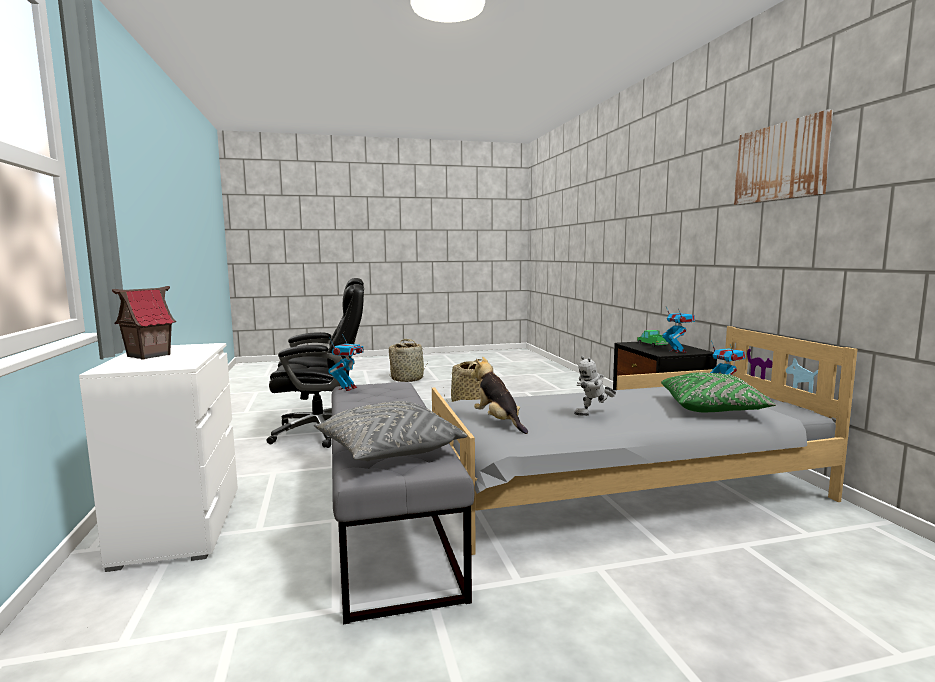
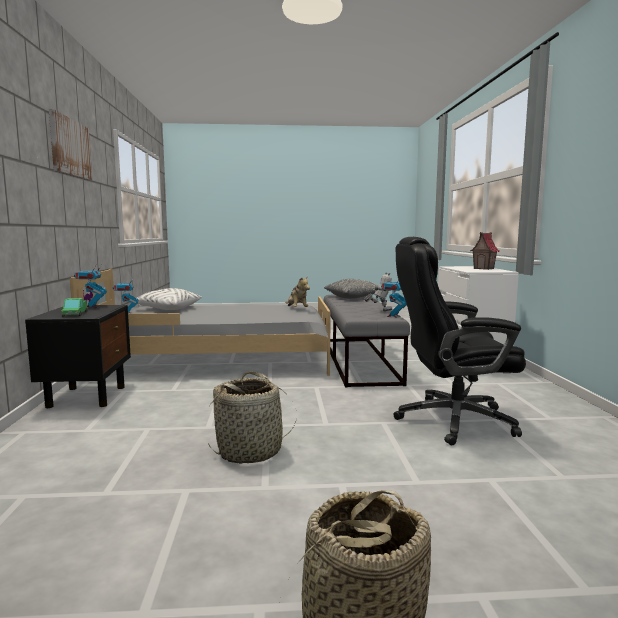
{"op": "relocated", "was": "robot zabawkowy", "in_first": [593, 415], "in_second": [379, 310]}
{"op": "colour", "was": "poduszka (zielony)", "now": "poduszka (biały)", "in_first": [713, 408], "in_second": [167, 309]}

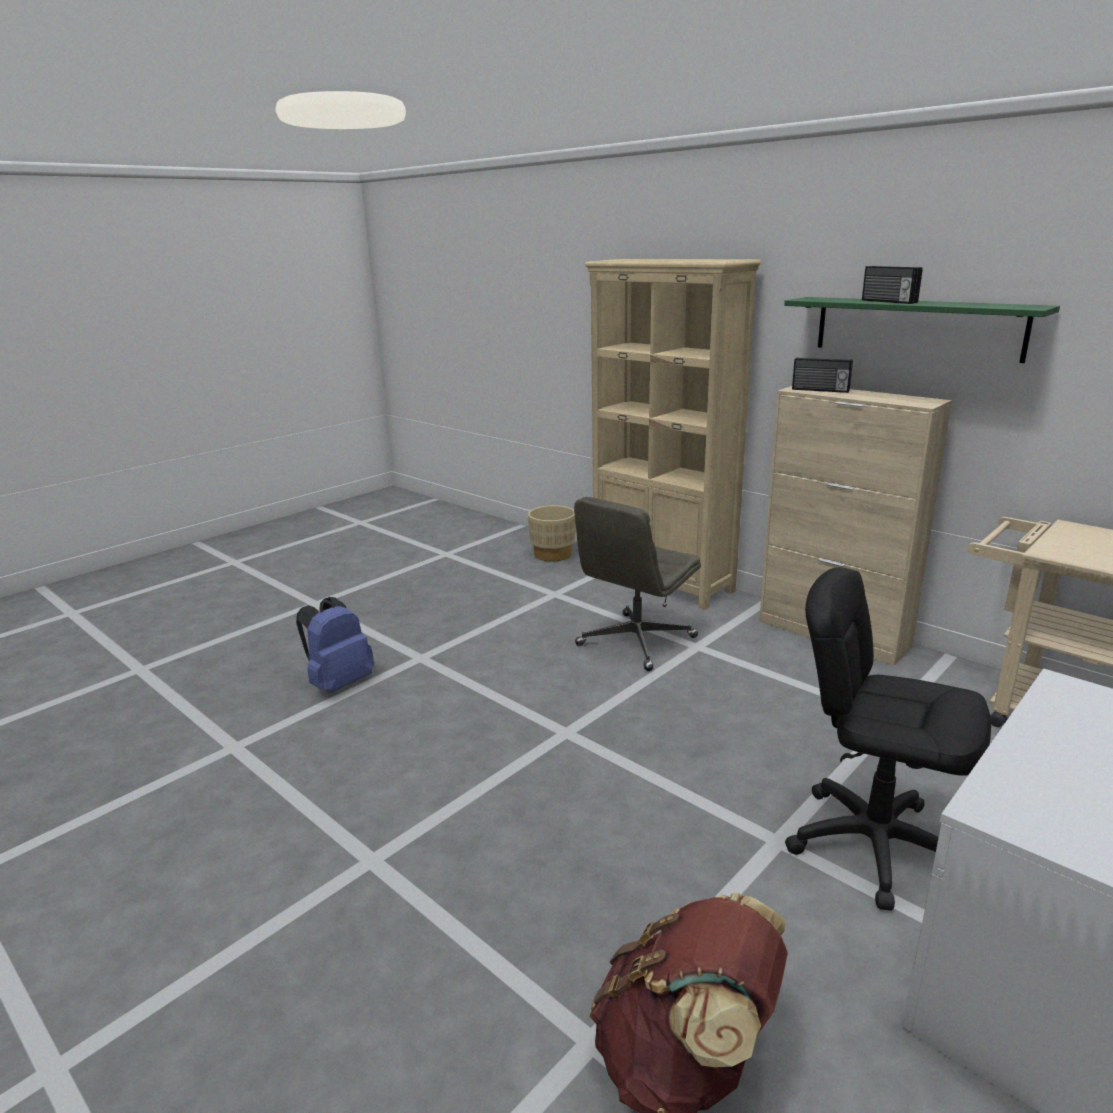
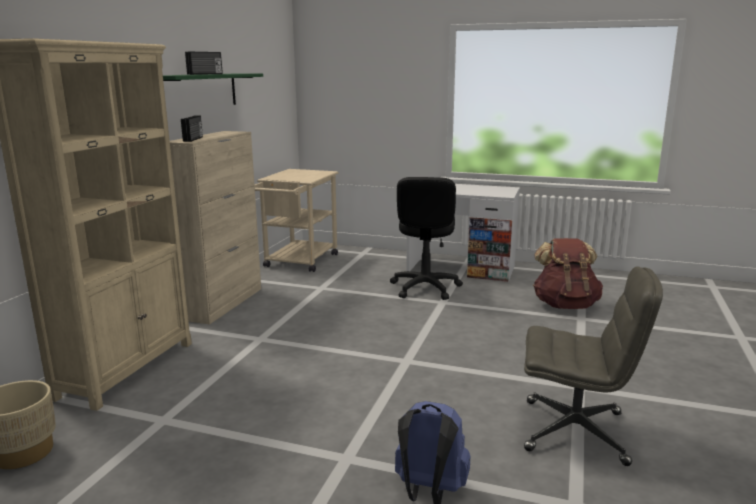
{"op": "relocated", "was": "krzesło biurowe (szary)", "in_first": [636, 642], "in_second": [576, 431]}

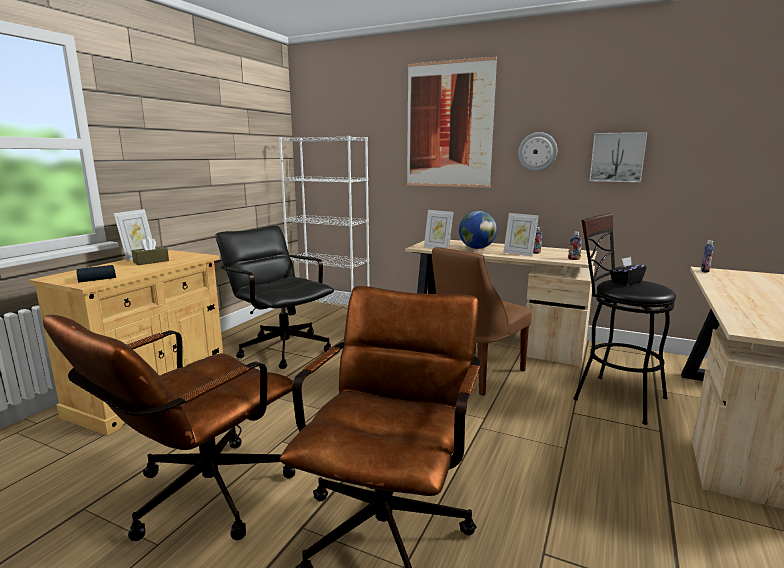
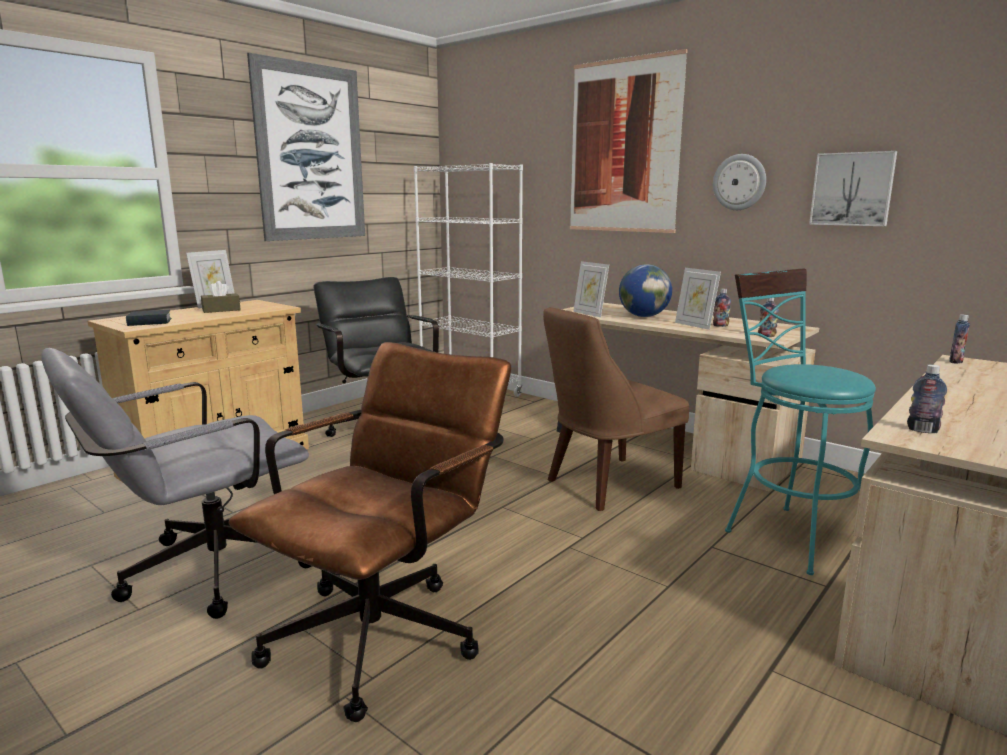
{"op": "colour", "was": "krzesło biurowe (brązowy)", "now": "krzesło biurowe (szary)", "in_first": [198, 499], "in_second": [200, 574]}
{"op": "colour", "was": "stołek (czarny)", "now": "stołek (turkusowy)", "in_first": [611, 396], "in_second": [786, 533]}
{"op": "missing", "was": "pudełko chusteczek (czarny)", "in_first": [626, 282]}
{"op": "appeared", "now": "obraz", "in_second": [310, 153]}
{"op": "appeared", "now": "butelka", "in_second": [922, 430]}

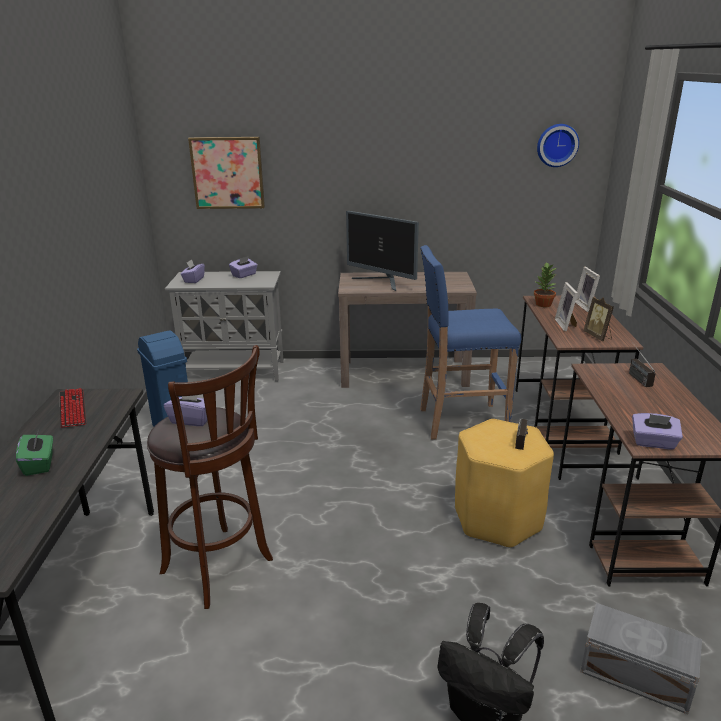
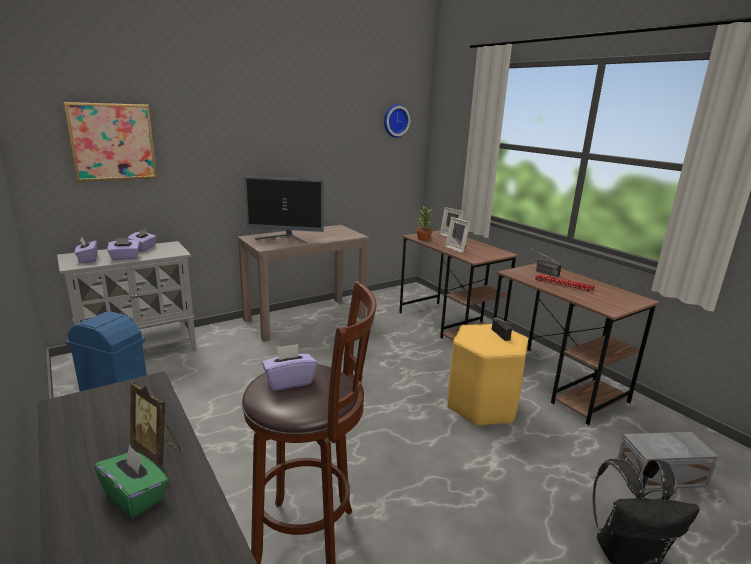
{"op": "relocated", "was": "klawiatura", "in_first": [72, 409], "in_second": [563, 284]}
{"op": "missing", "was": "stołek (niebieski)", "in_first": [460, 421]}
{"op": "relocated", "was": "ramka na zdjęcie", "in_first": [598, 336], "in_second": [157, 450]}
{"op": "relocated", "was": "pudełko chusteczek (fioletowy)", "in_first": [653, 443], "in_second": [125, 257]}

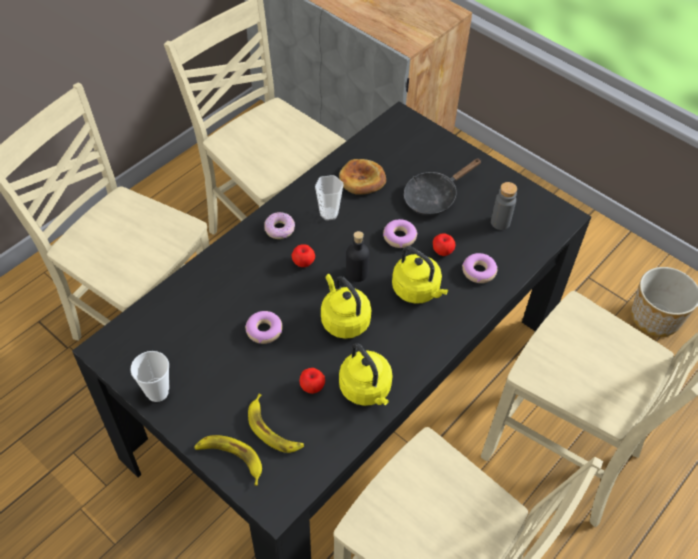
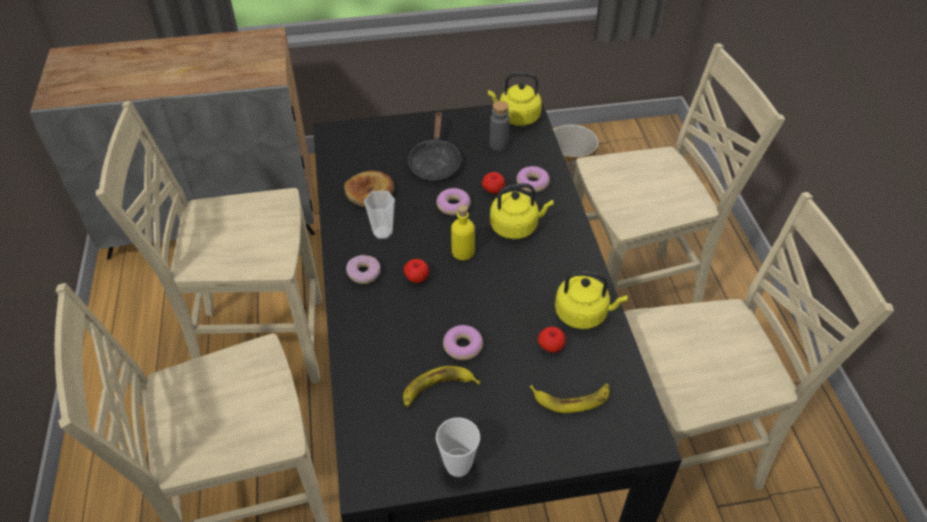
{"op": "relocated", "was": "banan", "in_first": [230, 459], "in_second": [437, 389]}
{"op": "relocated", "was": "czajnik (żółty)", "in_first": [343, 320], "in_second": [516, 117]}
{"op": "colour", "was": "butelka (czarny)", "now": "butelka (żółty)", "in_first": [357, 273], "in_second": [463, 252]}

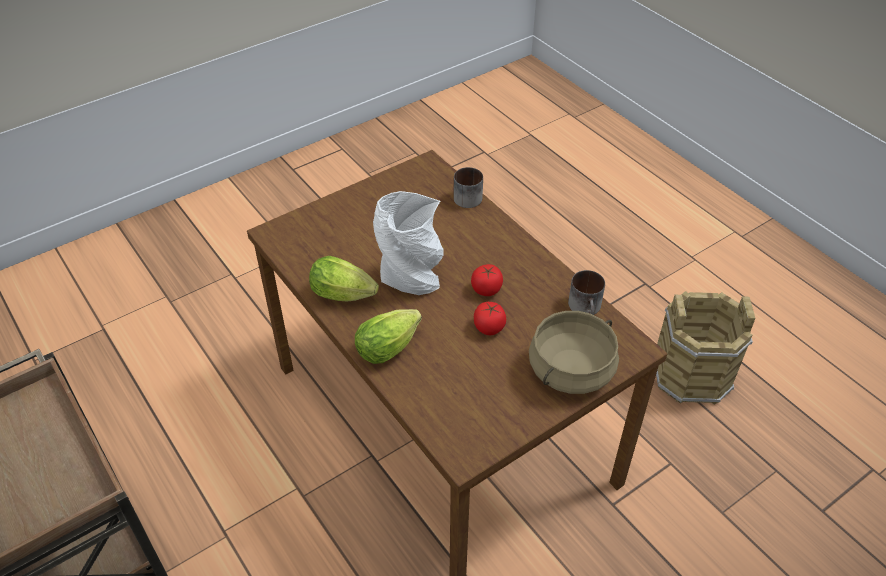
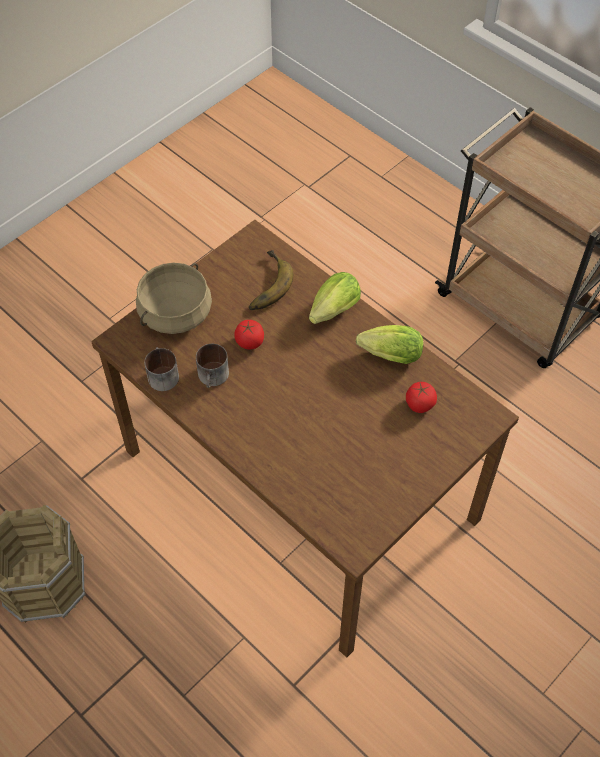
{"op": "missing", "was": "wazon (biały)", "in_first": [412, 279]}
{"op": "relocated", "was": "kubek", "in_first": [467, 196], "in_second": [214, 377]}
{"op": "relocated", "was": "pomidor", "in_first": [486, 289], "in_second": [419, 404]}
{"op": "appeared", "now": "banan", "in_second": [264, 284]}

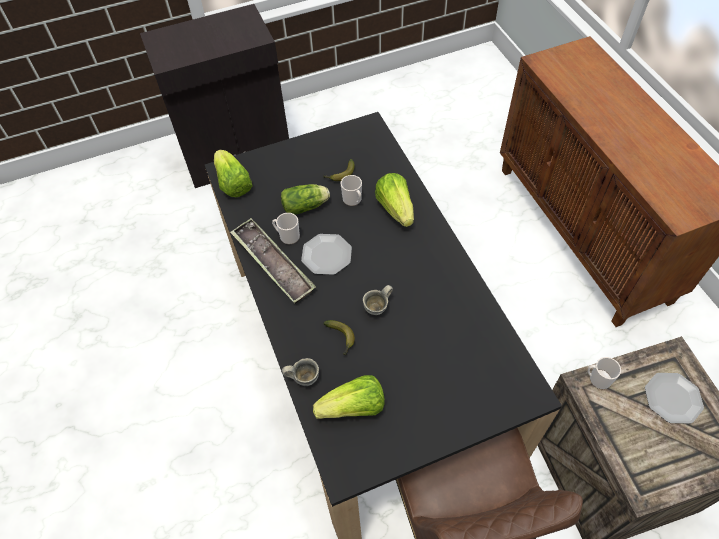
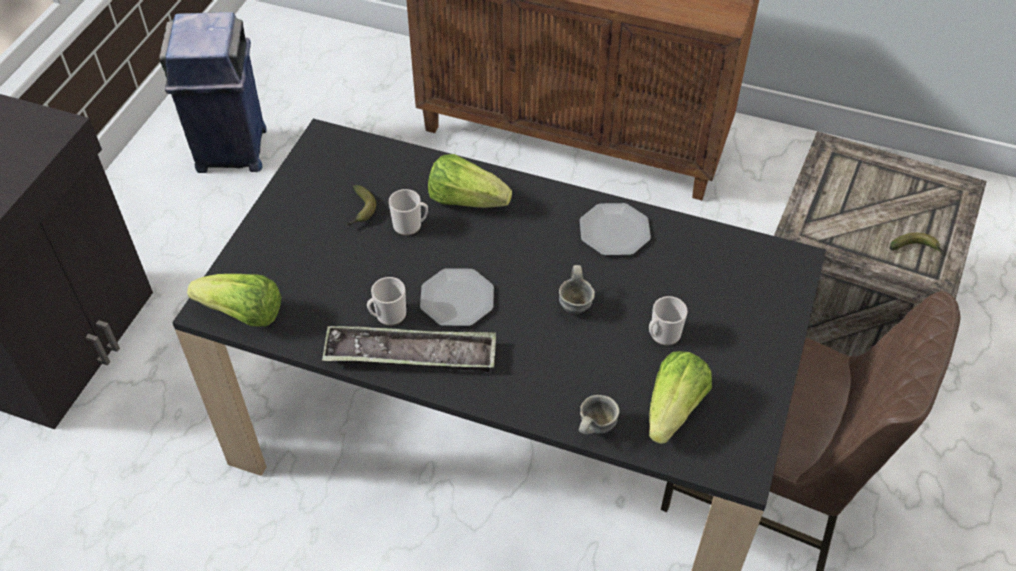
{"op": "missing", "was": "sałata", "in_first": [307, 206]}
{"op": "relocated", "was": "banan", "in_first": [341, 338], "in_second": [917, 249]}
{"op": "relocated", "was": "kubek", "in_first": [597, 379], "in_second": [662, 335]}
{"op": "relocated", "was": "talerz", "in_first": [672, 398], "in_second": [613, 231]}
{"op": "appeared", "now": "kosz na śmieci (niebieski)", "in_second": [231, 151]}

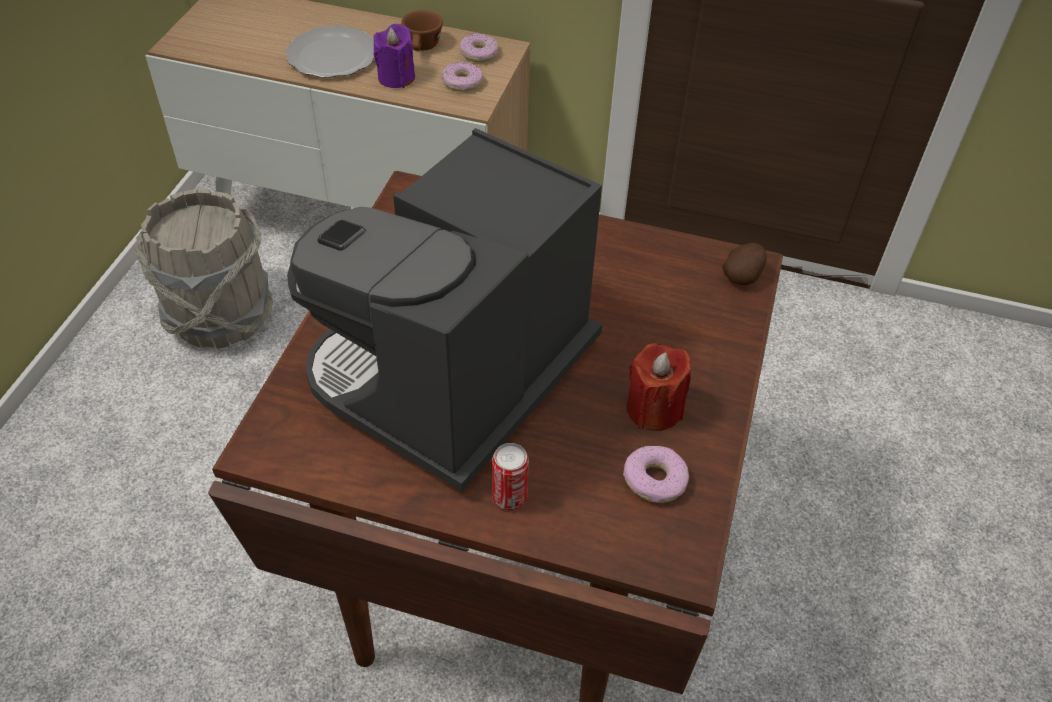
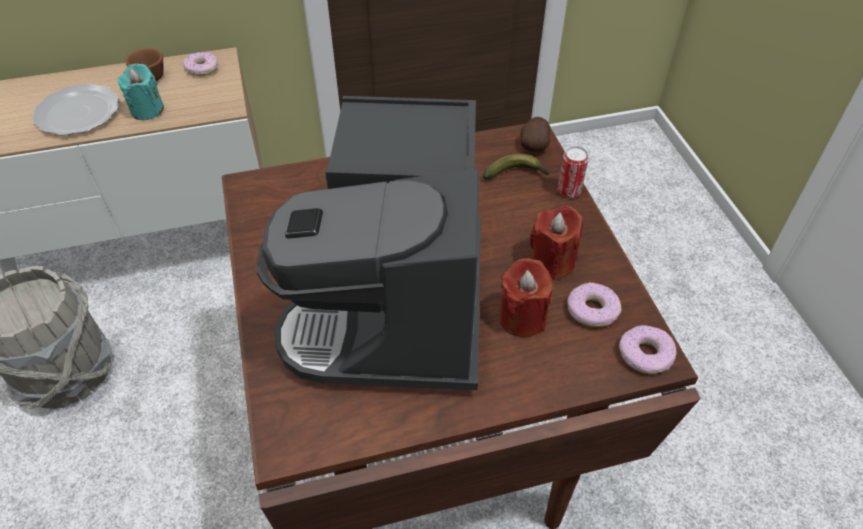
{"op": "colour", "was": "świeca (fioletowy)", "now": "świeca (turkusowy)", "in_first": [396, 77], "in_second": [147, 110]}
{"op": "relocated", "was": "donut", "in_first": [462, 83], "in_second": [645, 355]}
{"op": "relocated", "was": "puszka", "in_first": [509, 497], "in_second": [569, 191]}
{"op": "appeared", "now": "banan", "in_second": [516, 174]}
{"op": "appeared", "now": "świeca (czerwony)", "in_second": [522, 317]}

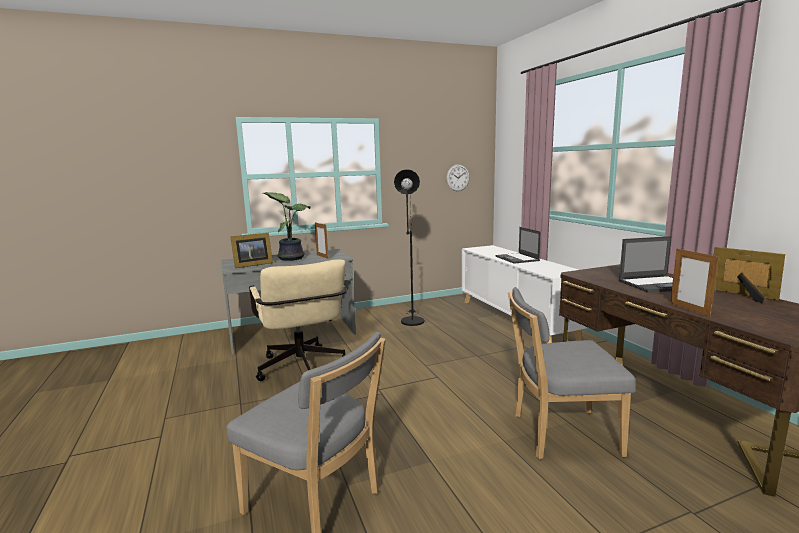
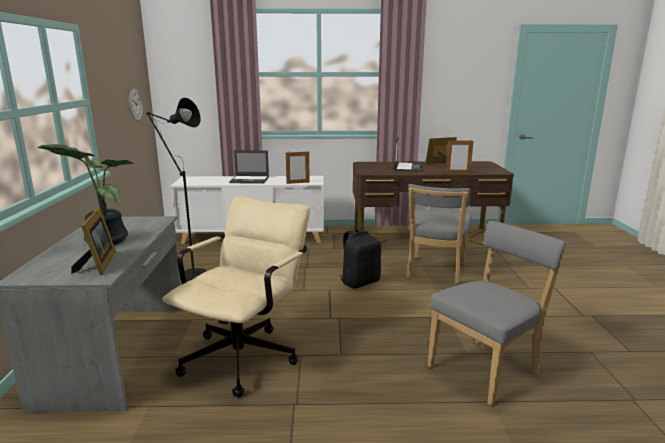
{"op": "spun", "was": "krzesło biurowe (beżowy)", "in_first": [303, 370], "in_second": [246, 354], "clockwise": -60}
{"op": "relocated", "was": "ramka na zdjęcie", "in_first": [322, 256], "in_second": [298, 183]}
{"op": "appeared", "now": "plecak (czarny)", "in_second": [360, 282]}

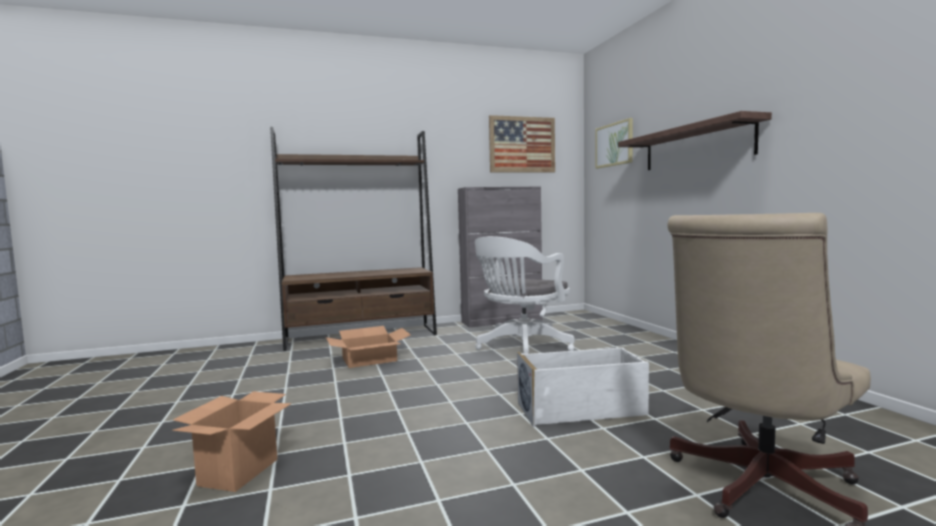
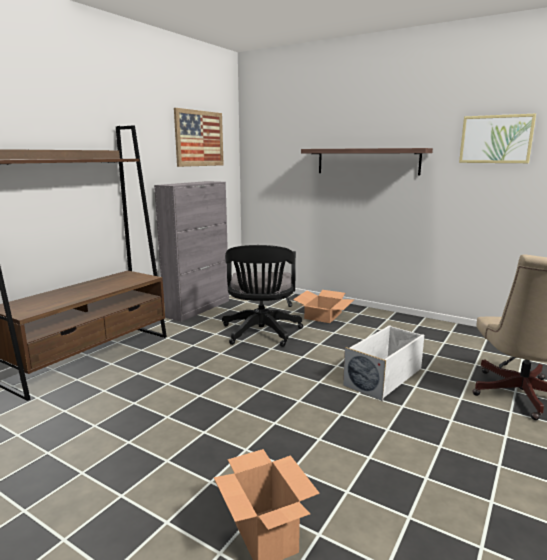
{"op": "relocated", "was": "karton", "in_first": [369, 359], "in_second": [323, 315]}
{"op": "colour", "was": "krzesło biurowe (biały)", "now": "krzesło biurowe (czarny)", "in_first": [521, 348], "in_second": [261, 334]}
{"op": "relocated", "was": "obraz", "in_first": [614, 144], "in_second": [496, 139]}

